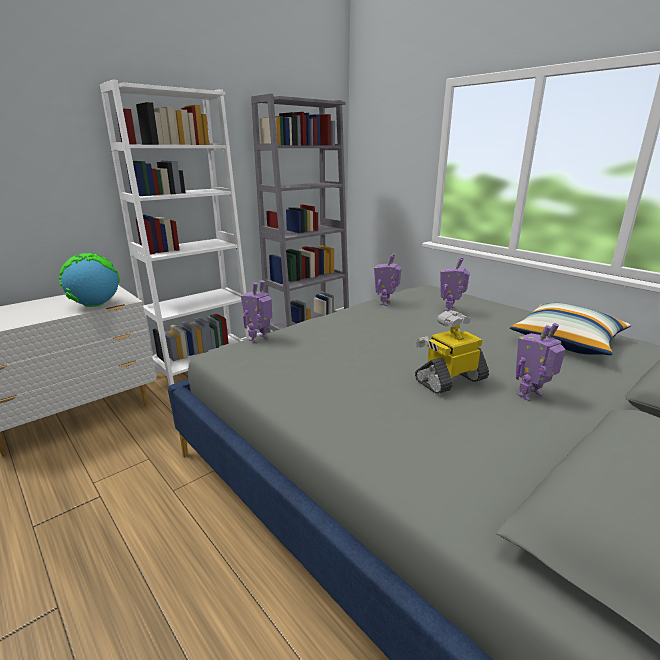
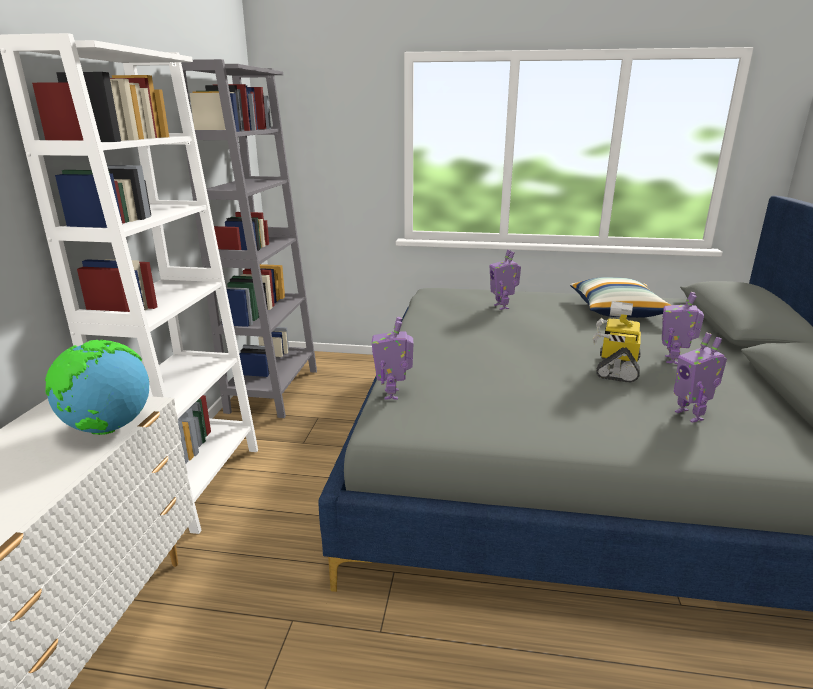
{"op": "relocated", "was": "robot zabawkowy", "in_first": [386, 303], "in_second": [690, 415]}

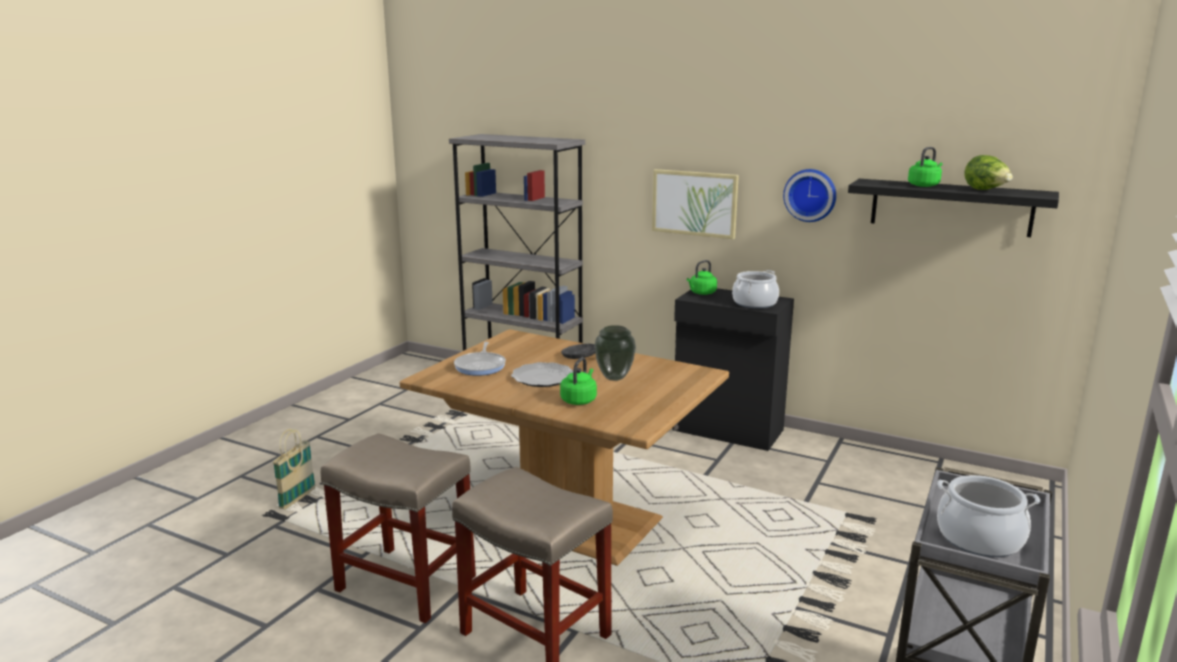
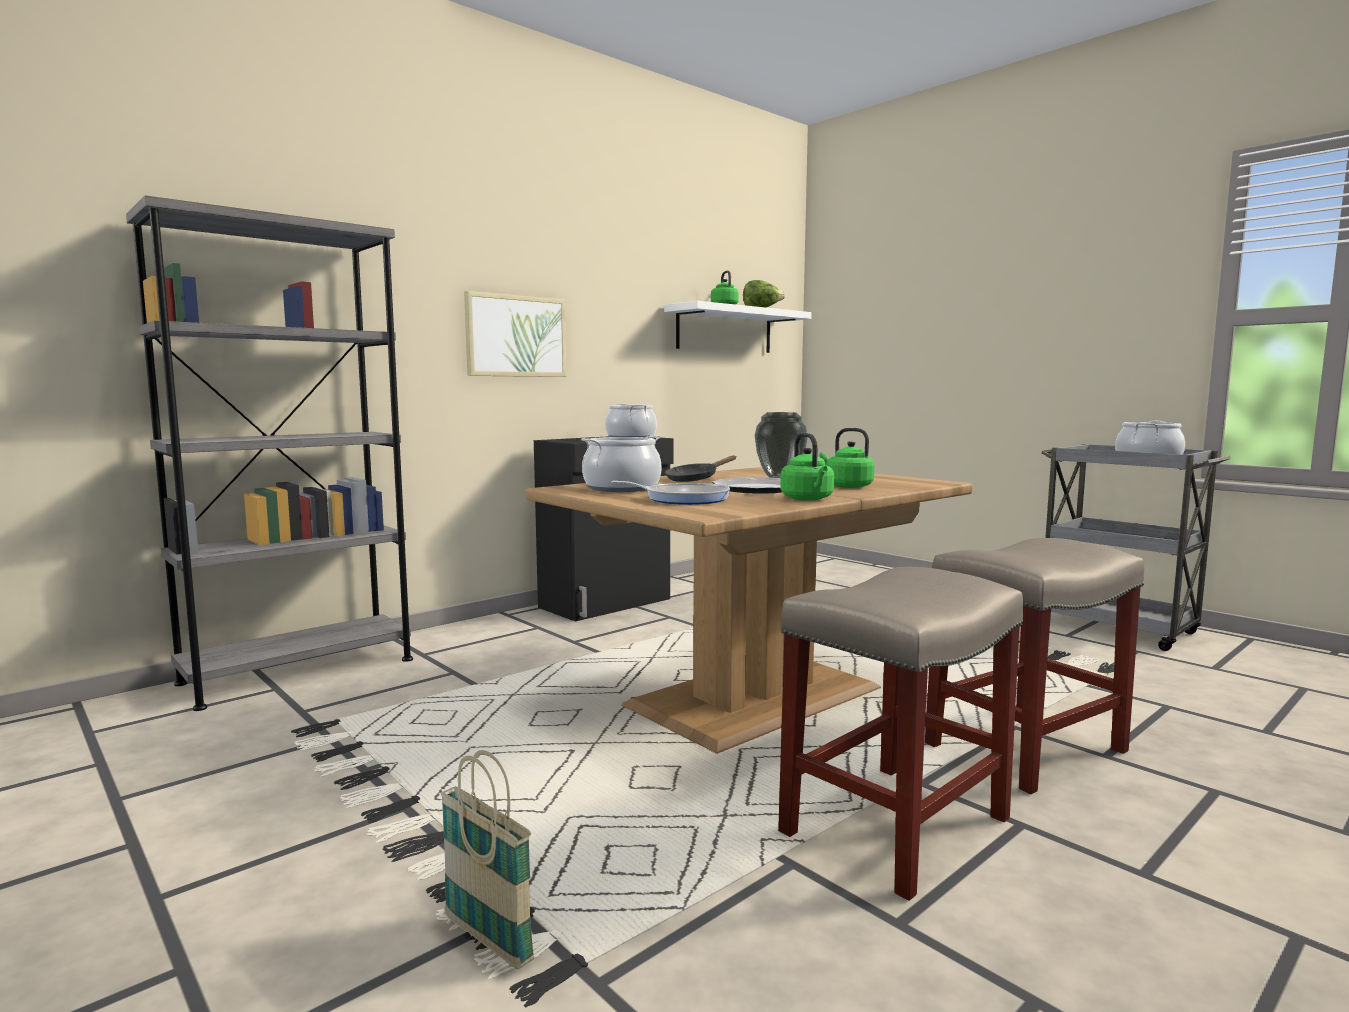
{"op": "relocated", "was": "czajnik (zielony)", "in_first": [701, 293], "in_second": [808, 499]}
{"op": "missing", "was": "zegar ścienny", "in_first": [810, 195]}
{"op": "colour", "was": "półka (czarny)", "now": "półka (biały)", "in_first": [950, 207], "in_second": [725, 330]}
{"op": "appeared", "now": "garnek", "in_second": [622, 488]}

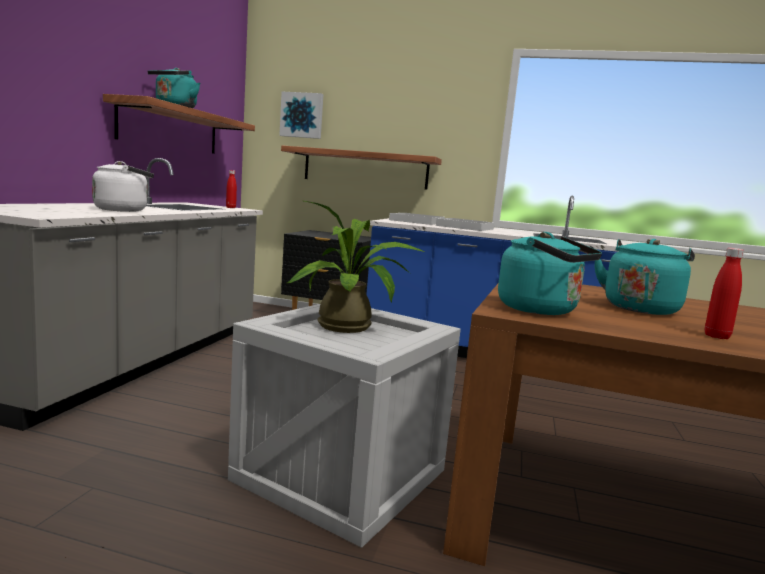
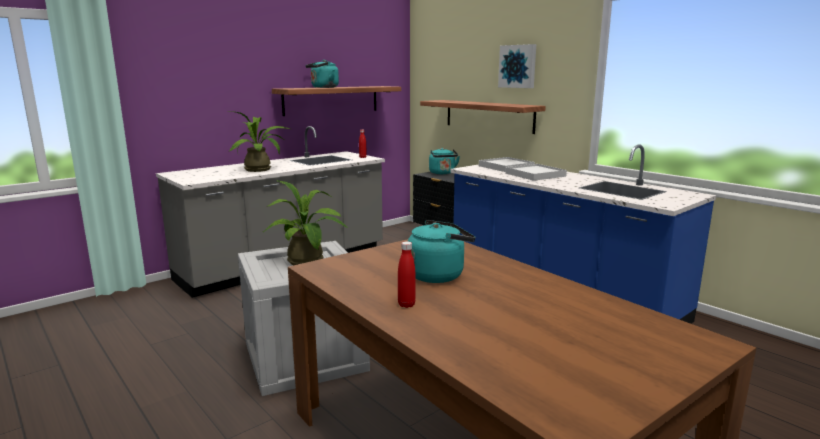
{"op": "exchanged", "was": "czajnik (biały)", "now": "roślina doniczkowa", "in_first": [124, 210], "in_second": [261, 169]}
{"op": "relocated", "was": "obraz", "in_first": [302, 115], "in_second": [518, 66]}
{"op": "relocated", "was": "czajnik (turkusowy)", "in_first": [542, 310], "in_second": [442, 173]}

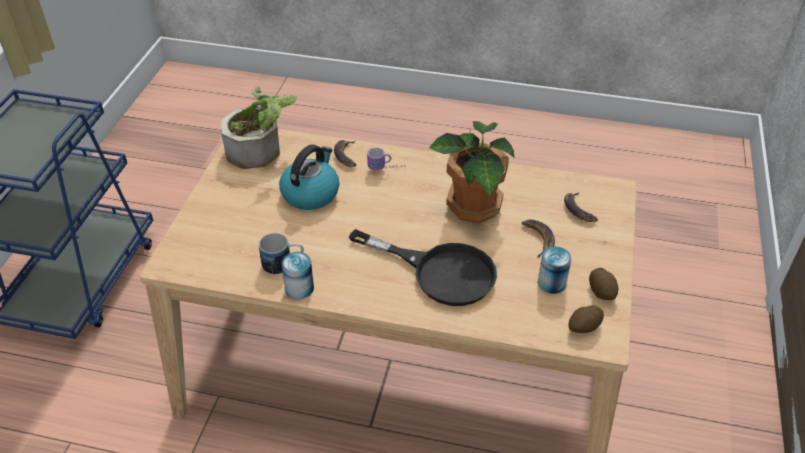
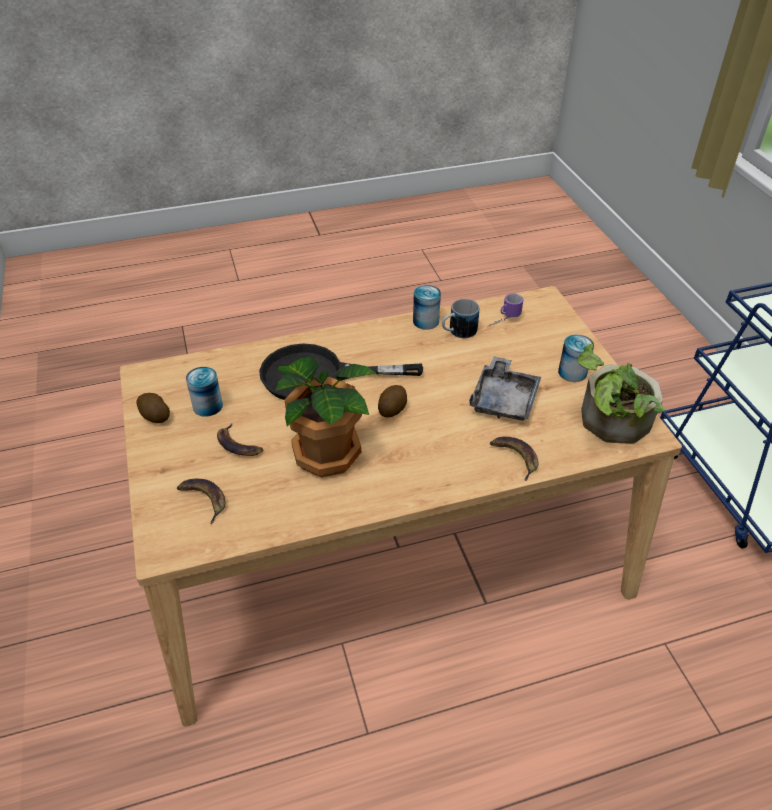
{"op": "exchanged", "was": "czajnik", "now": "taca (szary)", "in_first": [311, 193], "in_second": [504, 399]}
{"op": "relocated", "was": "kubek", "in_first": [386, 169], "in_second": [502, 320]}
{"op": "relocated", "was": "ziemniak", "in_first": [584, 327], "in_second": [392, 409]}
{"op": "appeared", "now": "puszka", "in_second": [572, 372]}

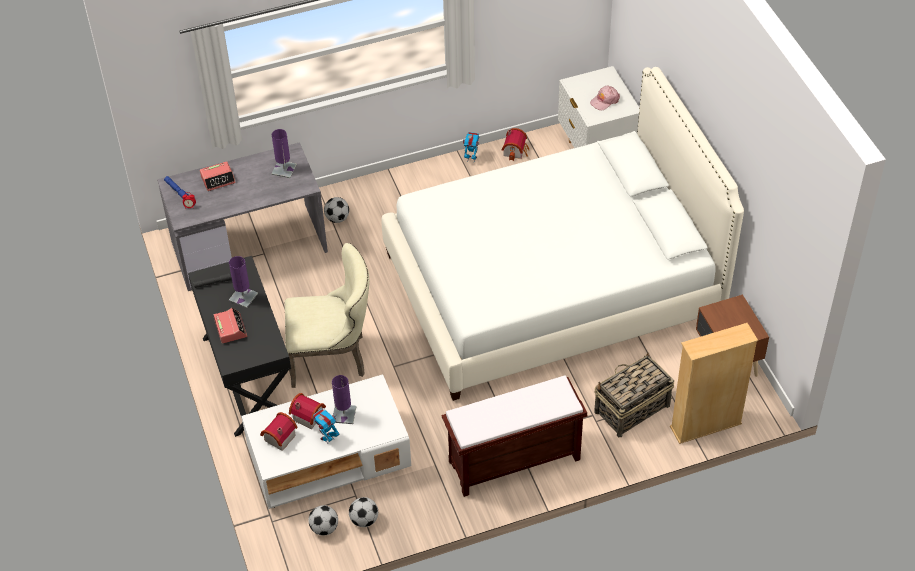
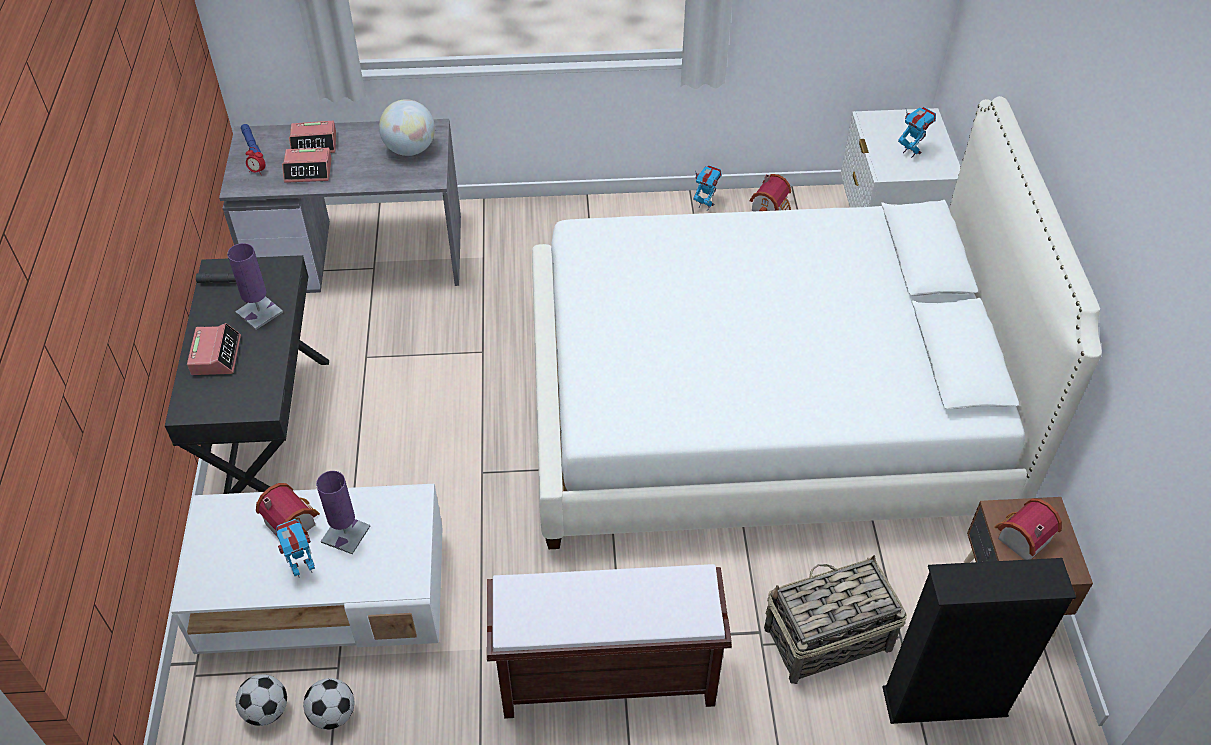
{"op": "relocated", "was": "domek", "in_first": [278, 438], "in_second": [1020, 538]}
{"op": "exchanged", "was": "lampa stołowa (fioletowy)", "now": "globus", "in_first": [284, 169], "in_second": [410, 149]}
{"op": "missing", "was": "krzesło (beżowy)", "in_first": [333, 357]}
{"op": "missing", "was": "piłka futbolowa", "in_first": [337, 218]}
{"op": "exchanged", "was": "czapka z daszkiem (różowy)", "now": "robot zabawkowy", "in_first": [604, 100], "in_second": [911, 152]}
{"op": "colour", "was": "regał (beżowy)", "now": "regał (czarny)", "in_first": [705, 425], "in_second": [944, 702]}
{"op": "appeared", "now": "budzik", "in_second": [308, 170]}

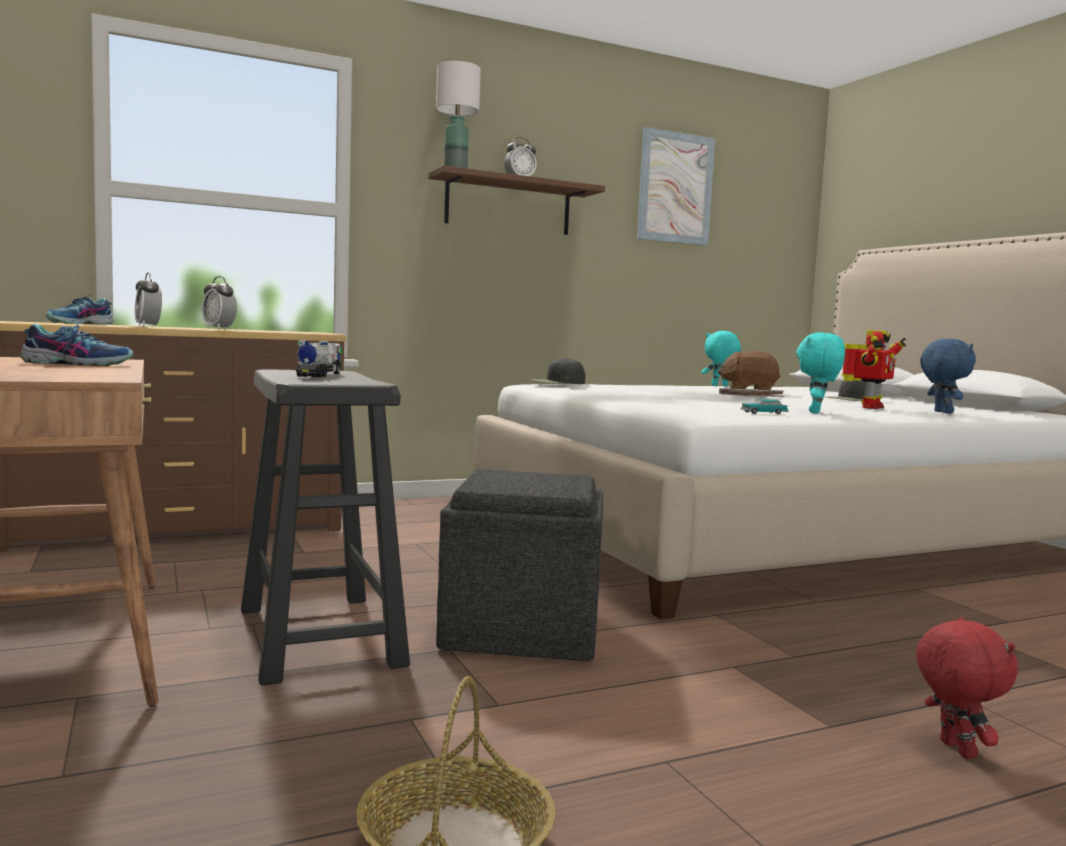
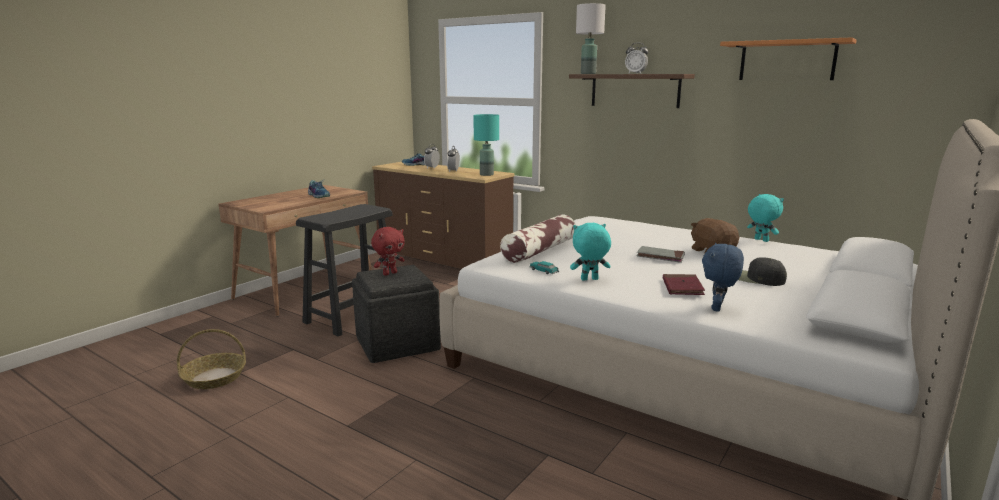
{"op": "missing", "was": "ciężarówka zabawkowa", "in_first": [319, 375]}
{"op": "missing", "was": "czapka z daszkiem (czarny)", "in_first": [557, 382]}
{"op": "exchanged", "was": "obraz", "now": "półka (pomarańczowy)", "in_first": [675, 188], "in_second": [787, 60]}
{"op": "exchanged", "was": "robot zabawkowy", "now": "książka (czerwony)", "in_first": [869, 407], "in_second": [682, 287]}
{"op": "relocated", "was": "pluszak (czerwony)", "in_first": [954, 749], "in_second": [389, 273]}
{"op": "spun", "was": "pluszak (niebieski)", "in_first": [941, 412], "in_second": [718, 308], "clockwise": 150}
{"op": "appeared", "now": "lampa stołowa (turkusowy)", "in_second": [486, 174]}
{"op": "appeared", "now": "poduszka", "in_second": [539, 251]}

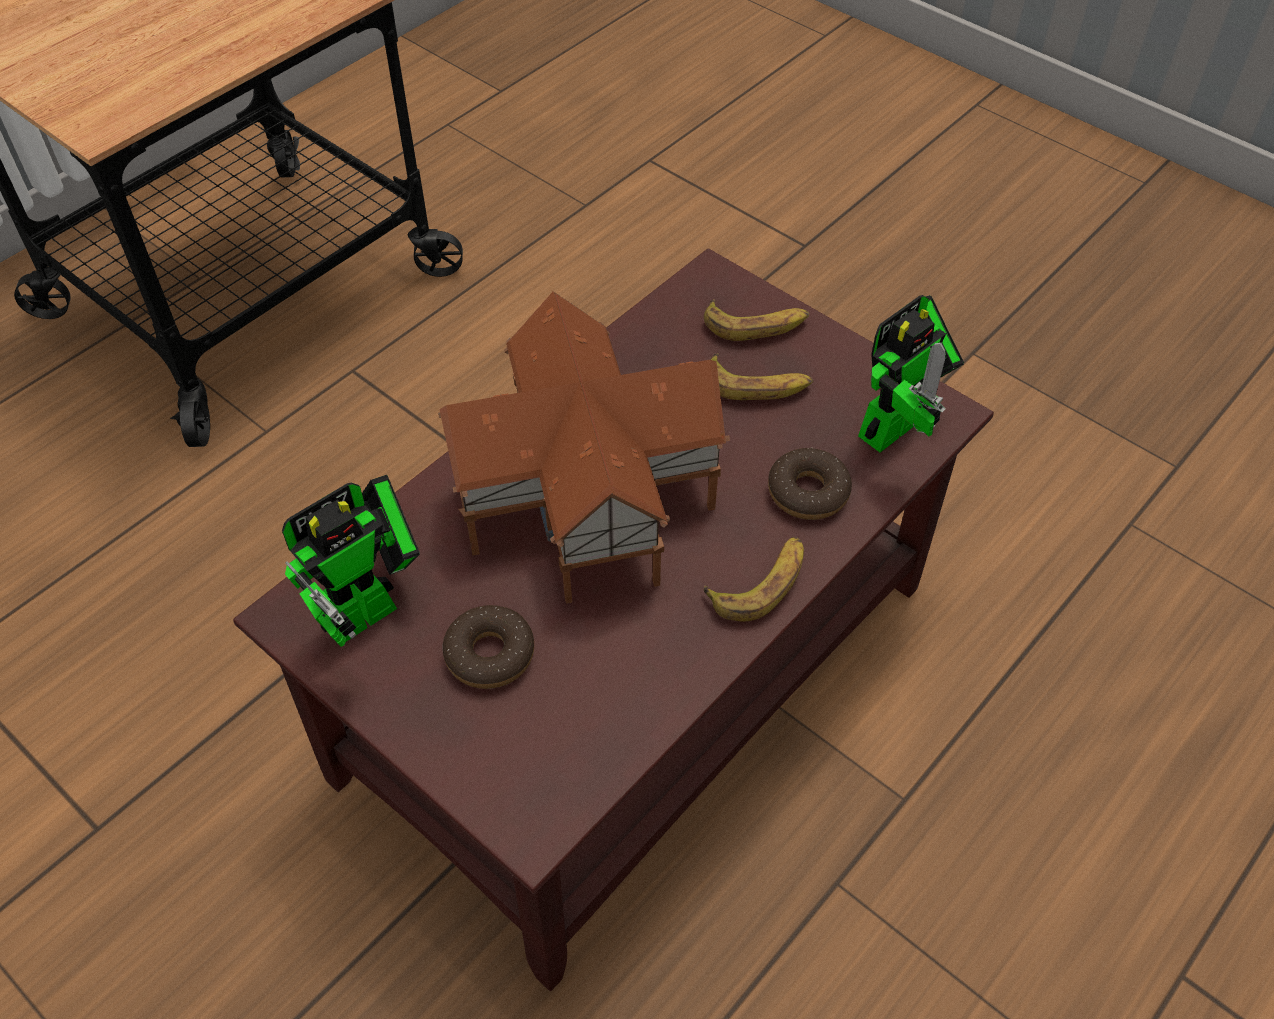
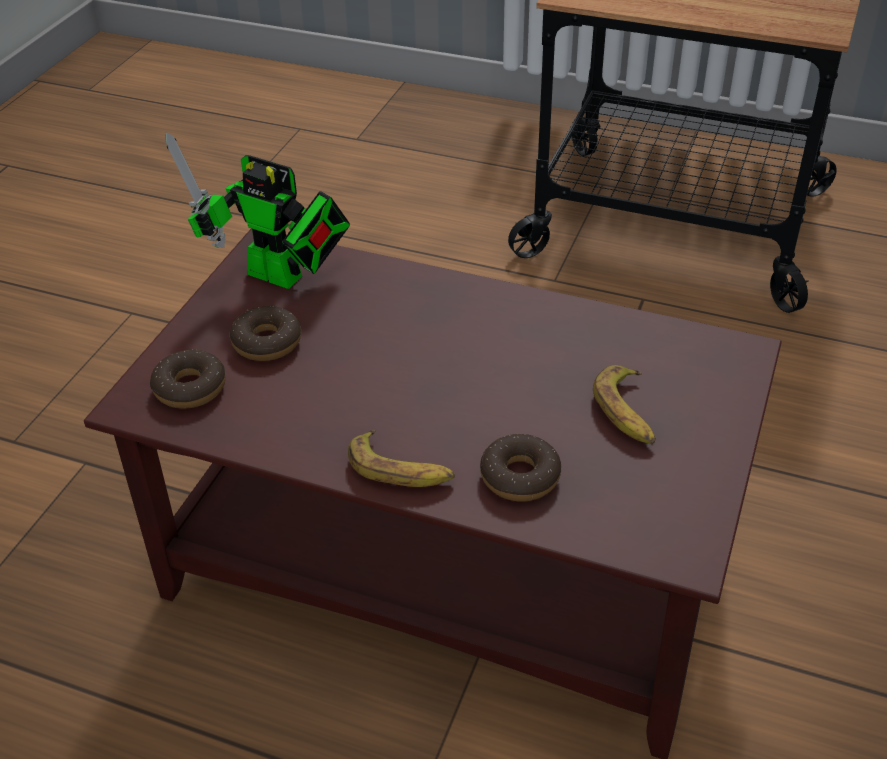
{"op": "missing", "was": "domek", "in_first": [582, 494]}
{"op": "missing", "was": "banan", "in_first": [756, 325]}
{"op": "missing", "was": "robot zabawkowy", "in_first": [896, 423]}
{"op": "appeared", "now": "donut", "in_second": [190, 388]}

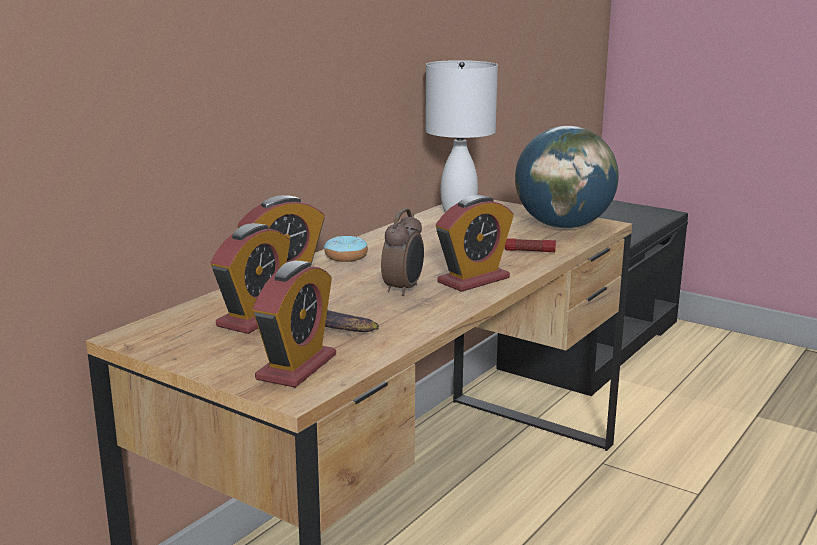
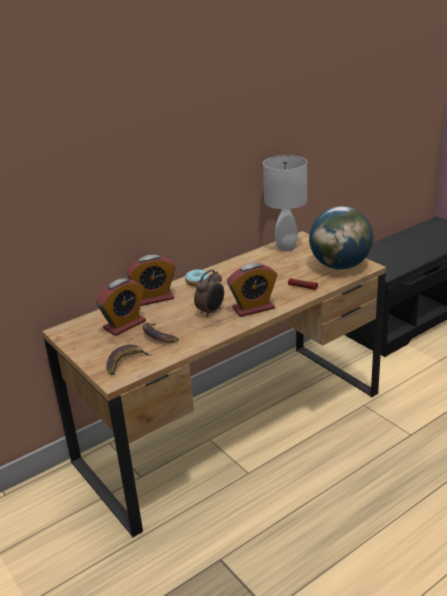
{"op": "exchanged", "was": "budzik", "now": "banan", "in_first": [296, 367], "in_second": [125, 362]}

